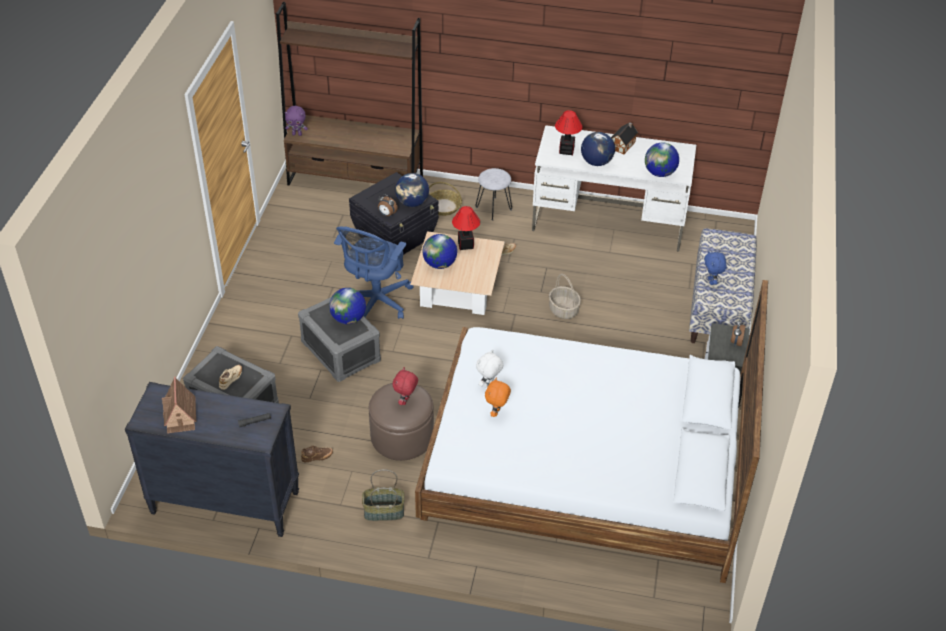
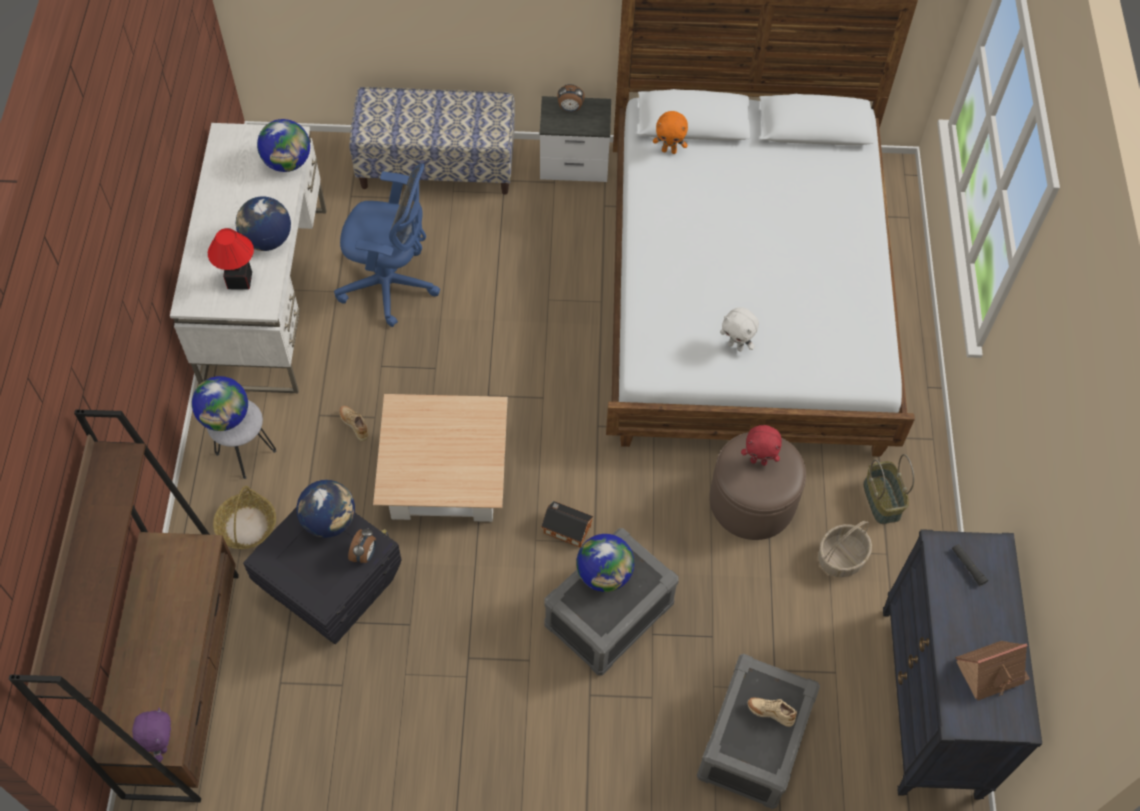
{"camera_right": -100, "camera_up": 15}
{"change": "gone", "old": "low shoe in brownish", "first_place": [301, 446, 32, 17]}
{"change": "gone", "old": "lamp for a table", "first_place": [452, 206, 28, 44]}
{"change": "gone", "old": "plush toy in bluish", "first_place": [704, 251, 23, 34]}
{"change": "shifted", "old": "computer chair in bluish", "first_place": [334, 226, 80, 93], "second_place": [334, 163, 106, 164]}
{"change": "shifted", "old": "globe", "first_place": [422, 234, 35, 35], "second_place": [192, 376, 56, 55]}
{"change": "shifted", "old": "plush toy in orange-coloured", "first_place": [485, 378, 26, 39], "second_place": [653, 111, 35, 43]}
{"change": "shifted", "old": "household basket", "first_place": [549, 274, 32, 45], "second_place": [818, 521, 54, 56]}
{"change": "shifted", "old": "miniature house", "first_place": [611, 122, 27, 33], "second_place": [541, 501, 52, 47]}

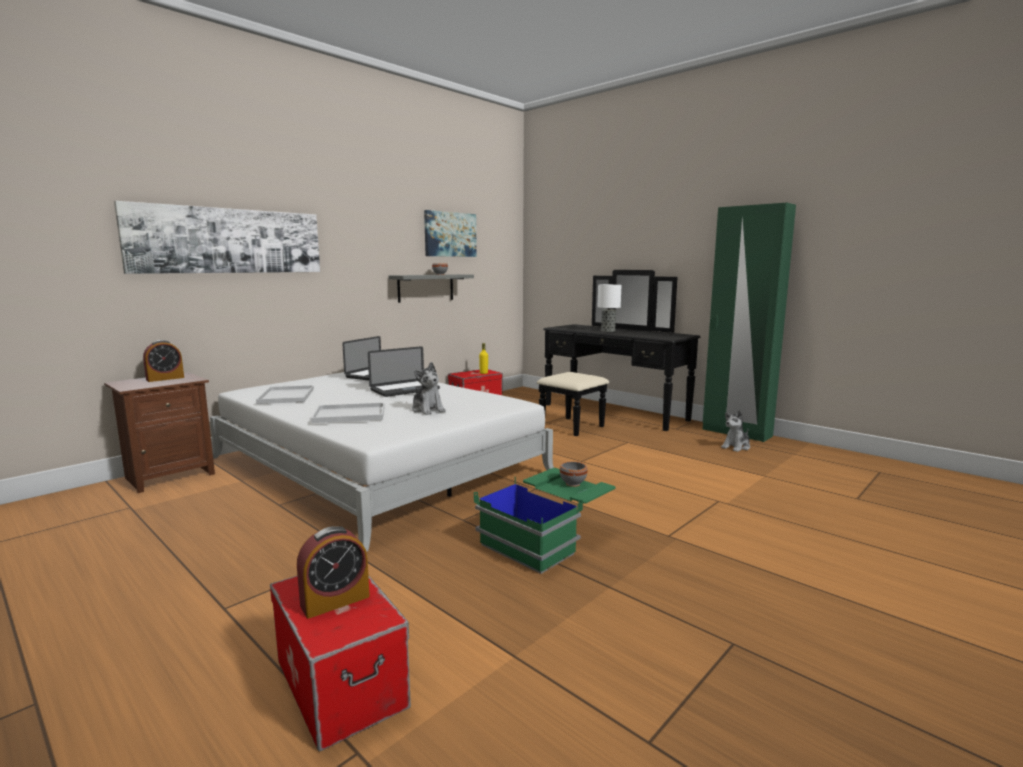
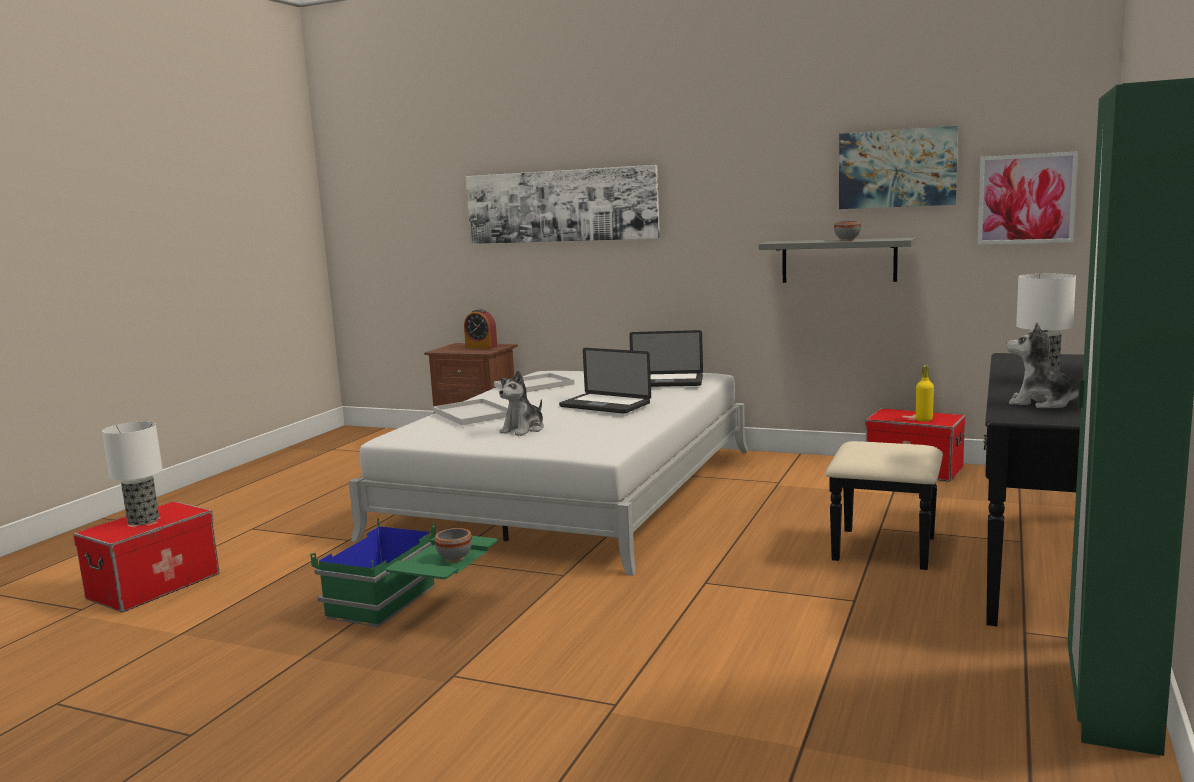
{"camera_right": 70, "camera_up": 0}
{"change": "new", "new": "wall art", "second_place": [978, 151, 100, 94]}
{"change": "shifted", "old": "plush toy", "first_place": [721, 410, 29, 42], "second_place": [1006, 322, 73, 86]}
{"change": "swapped", "old": "bedside clock", "new": "lamp for a table", "first_place": [297, 526, 73, 93], "second_place": [102, 421, 60, 105]}

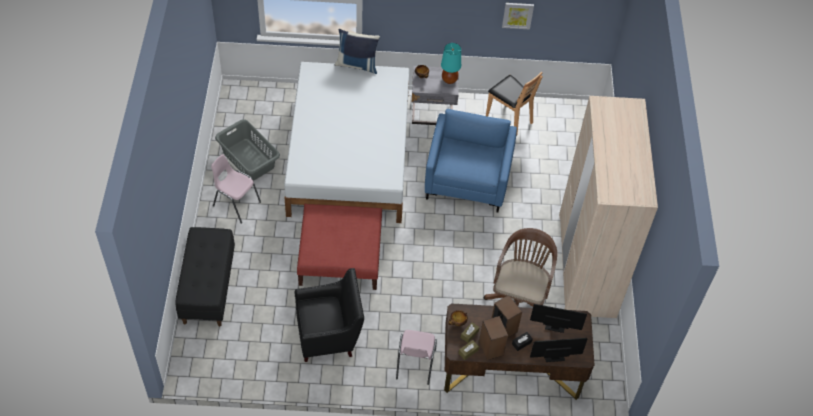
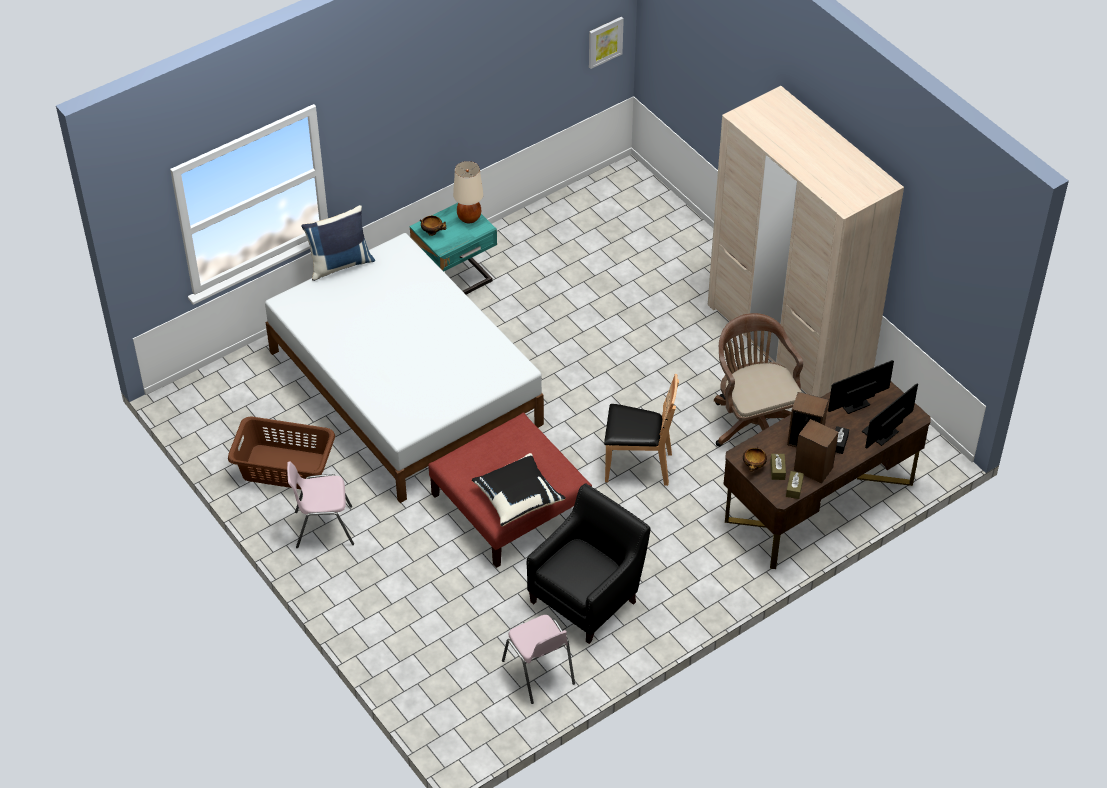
{"camera_right": -35, "camera_up": -5}
{"change": "gone", "old": "indoor bench in blackish", "first_place": [175, 227, 60, 99]}
{"change": "gone", "old": "lounge chair in bluish", "first_place": [425, 109, 92, 103]}
{"change": "new", "new": "pillow in blackish", "second_place": [472, 453, 94, 73]}
{"change": "shifted", "old": "chair in pink", "first_place": [396, 330, 41, 55], "second_place": [502, 615, 73, 89]}
{"change": "shifted", "old": "chair in brownish", "first_place": [486, 72, 57, 64], "second_place": [604, 374, 75, 112]}
{"change": "shifted", "old": "wall art", "first_place": [502, 3, 32, 26], "second_place": [589, 17, 35, 52]}
{"change": "repainted", "old": "washing basket in grey", "new": "washing basket in brownish", "first_place": [215, 119, 65, 62], "second_place": [228, 416, 107, 73]}
{"change": "repainted", "old": "bedside table in grey", "new": "bedside table in blue-green", "first_place": [412, 66, 47, 59], "second_place": [410, 203, 87, 91]}
{"change": "repainted", "old": "lamp for a table in blue-green", "new": "lamp for a table in sand-coloured", "first_place": [441, 43, 20, 41], "second_place": [453, 161, 30, 62]}

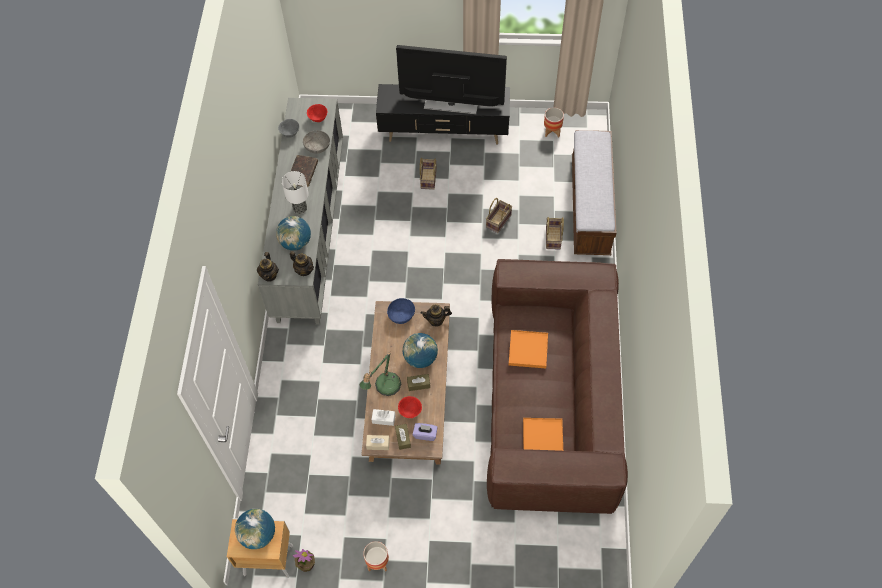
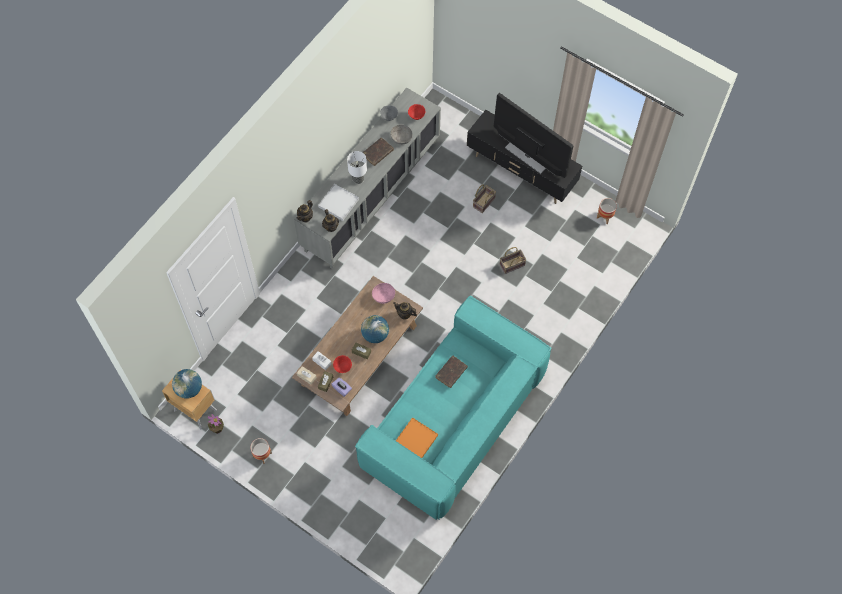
{"camera_right": 30, "camera_up": 5}
{"change": "gone", "old": "lamp for a table", "first_place": [360, 351, 41, 45]}
{"change": "gone", "old": "household basket", "first_place": [546, 217, 18, 32]}
{"change": "gone", "old": "indoor bench", "first_place": [572, 130, 44, 125]}
{"change": "swapped", "old": "globe", "new": "tray in white-coloured", "first_place": [276, 216, 35, 35], "second_place": [318, 184, 41, 37]}
{"change": "swapped", "old": "tray in orange-coloured", "new": "volume in brownish", "first_place": [509, 330, 39, 39], "second_place": [435, 356, 33, 32]}
{"change": "repainted", "old": "deep dish in bluish", "new": "deep dish in pink", "first_place": [387, 298, 28, 26], "second_place": [372, 283, 23, 21]}
{"change": "repainted", "old": "couch in brownish", "new": "couch in blue-green", "first_place": [487, 259, 141, 255], "second_place": [355, 296, 197, 224]}

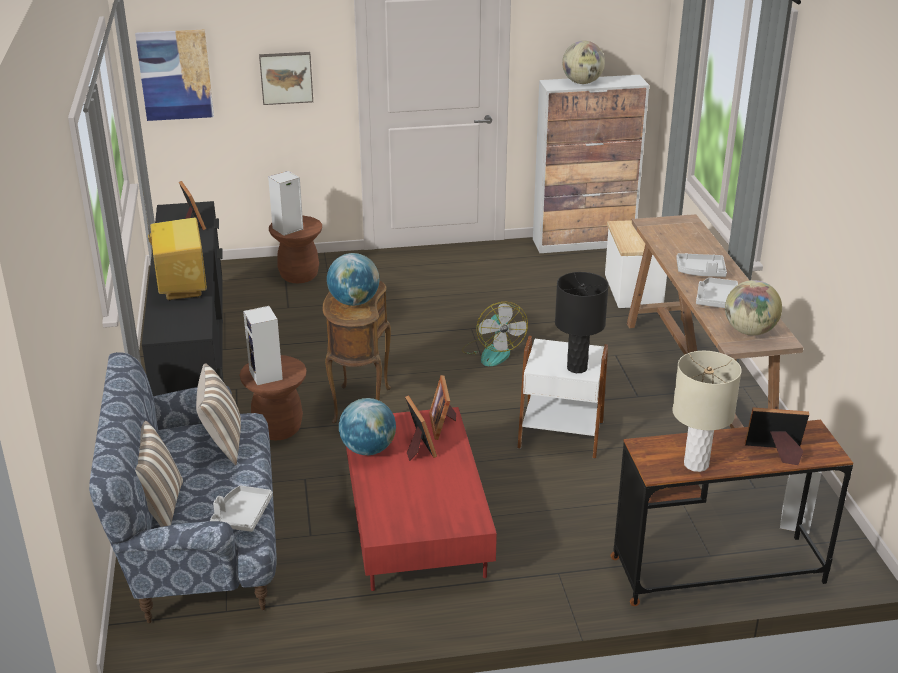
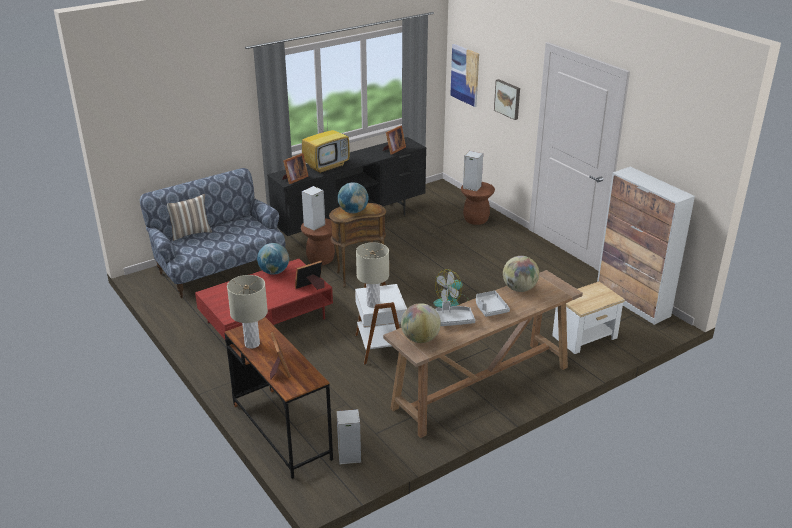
{"camera_right": 65, "camera_up": 0}
{"change": "gone", "old": "pillow", "first_place": [196, 363, 45, 102]}
{"change": "gone", "old": "tray in grey", "first_place": [210, 485, 63, 47]}
{"change": "shifted", "old": "picture frame", "first_place": [405, 395, 32, 66], "second_place": [282, 153, 27, 31]}
{"change": "shifted", "old": "globe", "first_place": [562, 41, 43, 43], "second_place": [503, 256, 36, 36]}
{"change": "repainted", "old": "lamp for a table in blackish", "new": "lamp for a table in sand-coloured", "first_place": [555, 272, 54, 101], "second_place": [356, 242, 33, 66]}

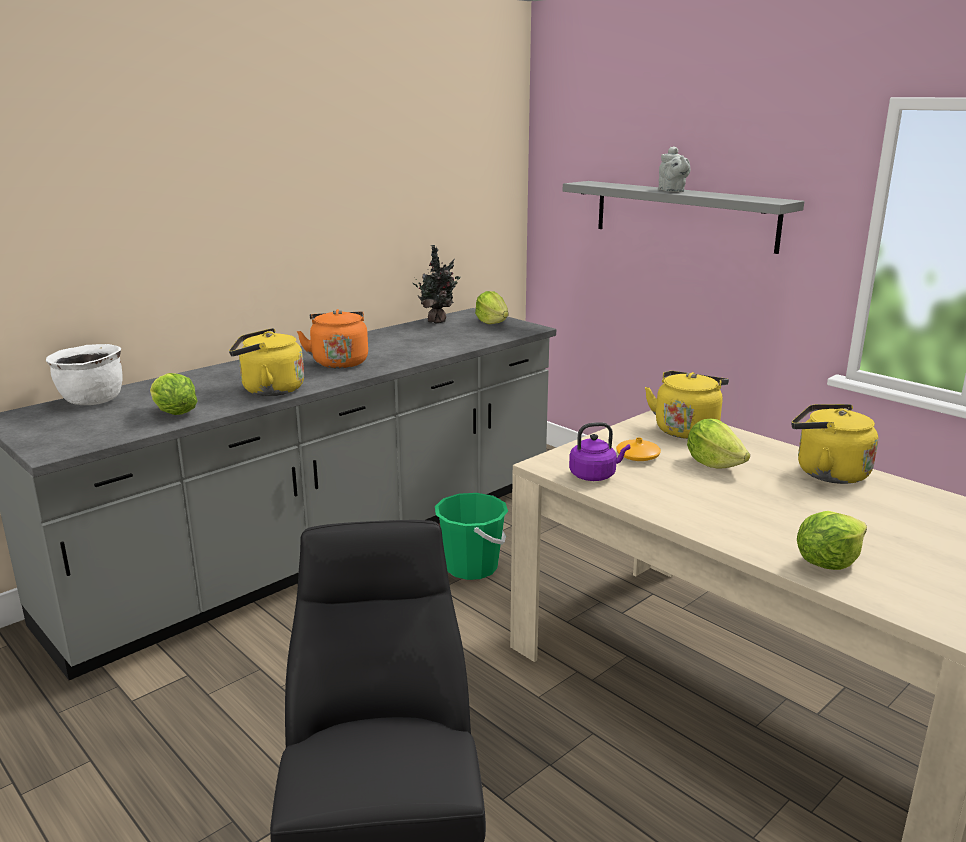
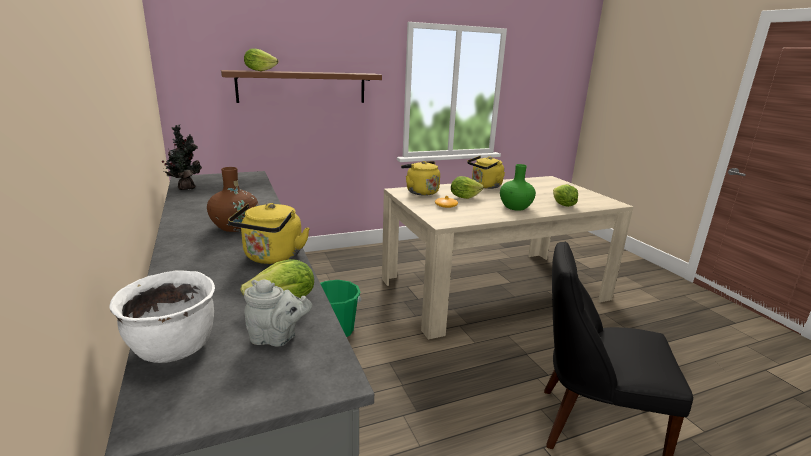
{"camera_right": -70, "camera_up": 0}
{"change": "gone", "old": "tea kettle in purplish", "first_place": [569, 422, 61, 59]}
{"change": "new", "new": "vase in green-coloured", "second_place": [500, 164, 36, 47]}
{"change": "shifted", "old": "lettuce", "first_place": [475, 291, 33, 33], "second_place": [244, 48, 34, 23]}
{"change": "shifted", "old": "tea pot in grey", "first_place": [658, 146, 33, 46], "second_place": [244, 280, 68, 67]}
{"change": "swapped", "old": "tea kettle in orange-coloured", "new": "vase in brownish", "first_place": [297, 309, 71, 59], "second_place": [207, 167, 52, 65]}
{"change": "repainted", "old": "bracket shelf in grey", "new": "bracket shelf in brownish", "first_place": [563, 181, 241, 73], "second_place": [221, 70, 161, 33]}

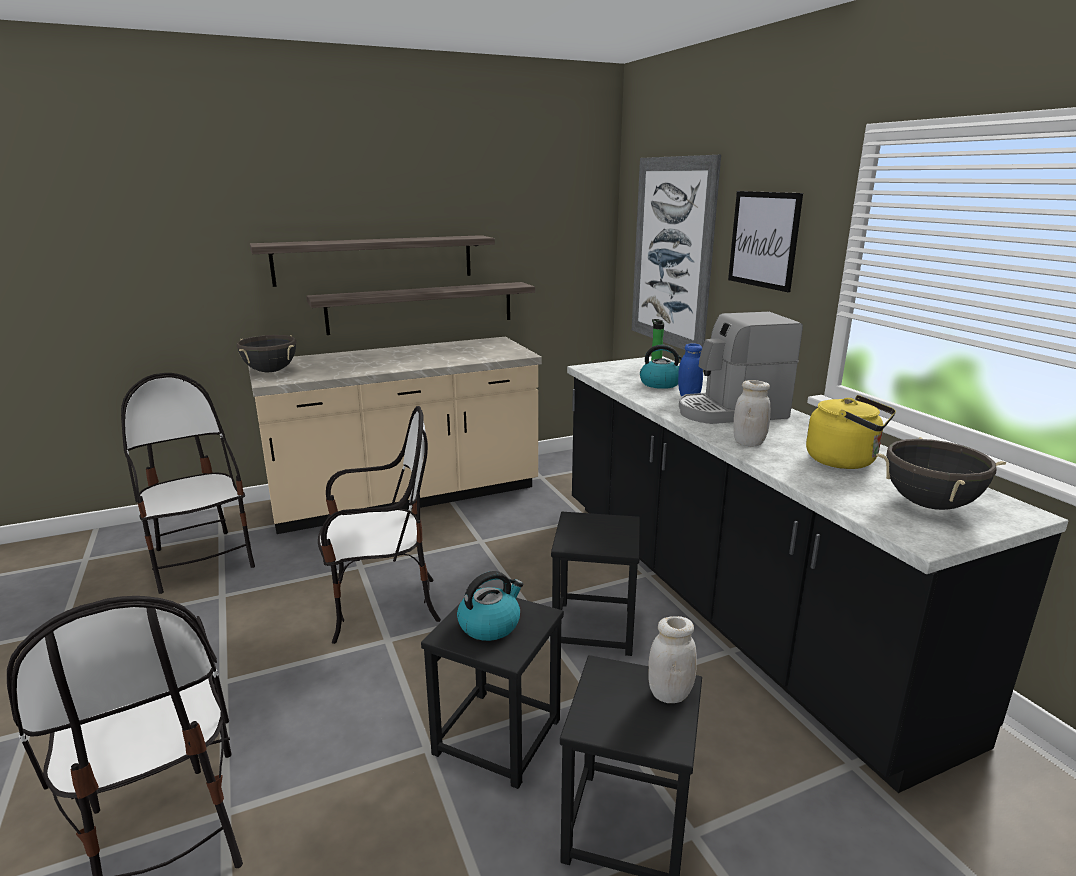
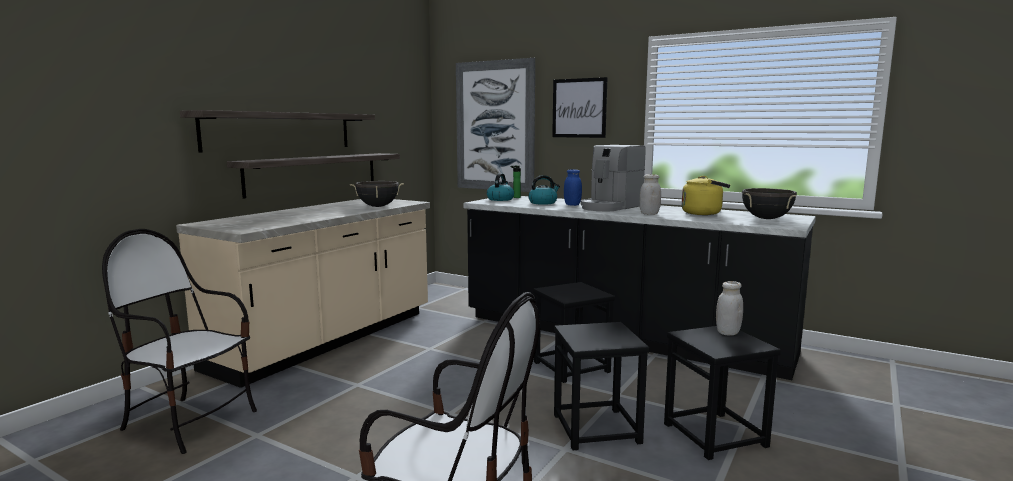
{"camera_right": -35, "camera_up": -10}
{"change": "gone", "old": "chair", "first_place": [318, 406, 123, 238]}
{"change": "shifted", "old": "saucepot in blackish", "first_place": [236, 335, 60, 37], "second_place": [350, 181, 54, 26]}
{"change": "shifted", "old": "tea kettle", "first_place": [457, 571, 66, 70], "second_place": [487, 173, 27, 28]}

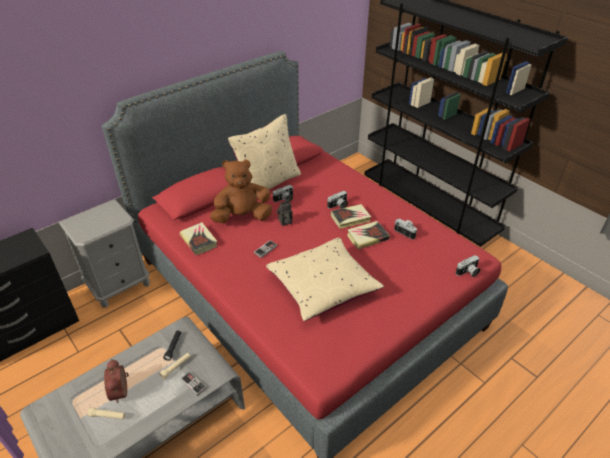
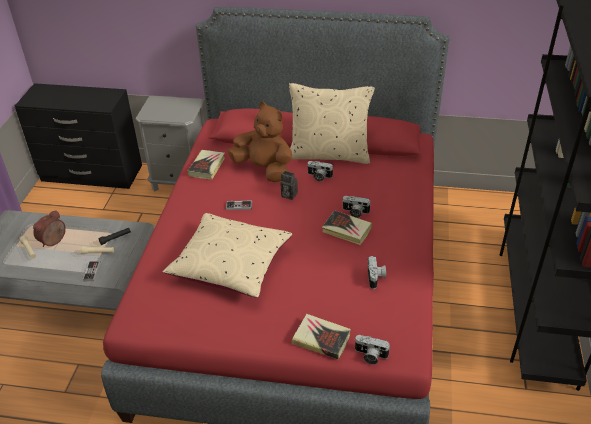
{"camera_right": 50, "camera_up": 0}
{"change": "shifted", "old": "volume", "first_place": [347, 221, 43, 29], "second_place": [292, 314, 59, 46]}

